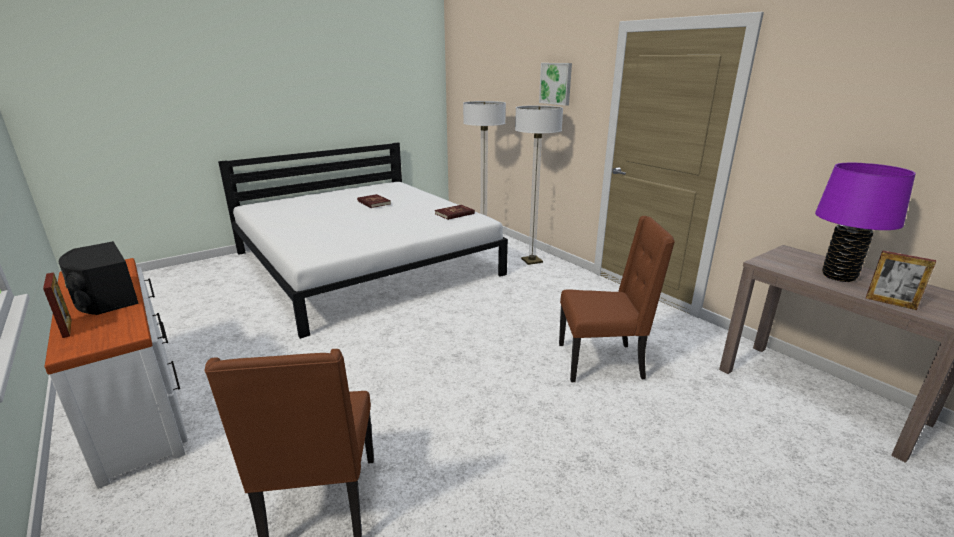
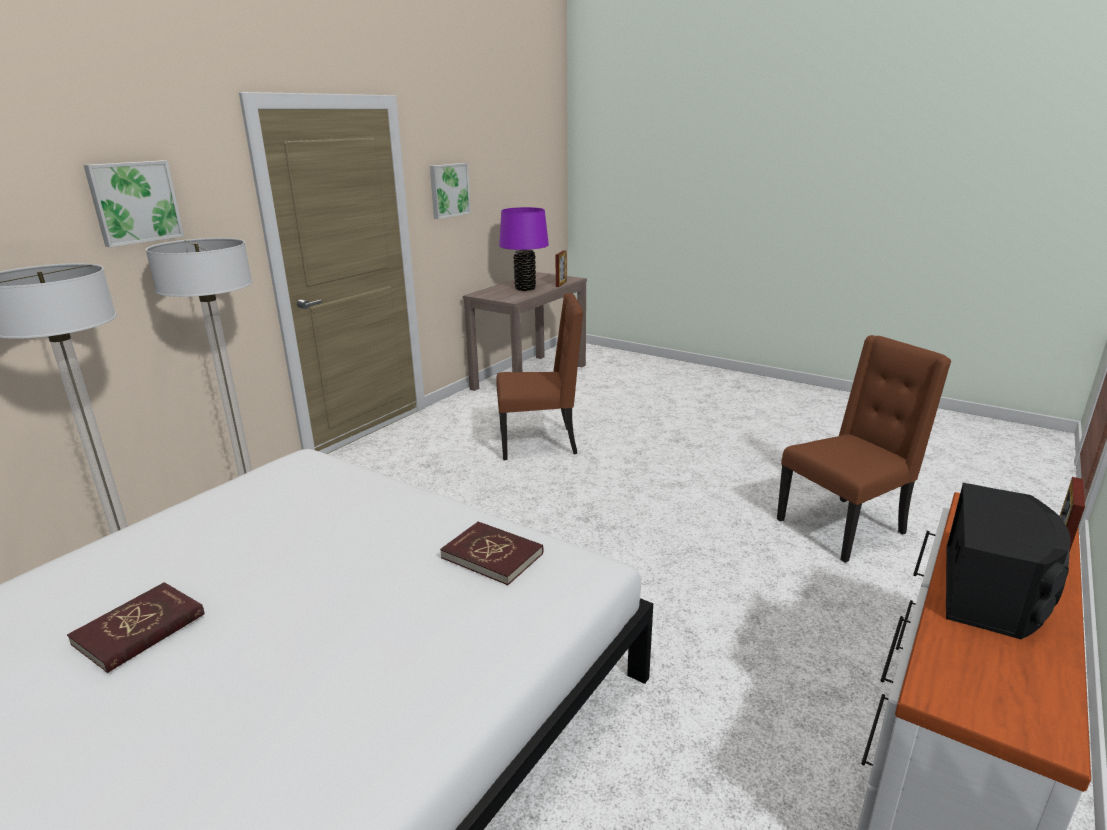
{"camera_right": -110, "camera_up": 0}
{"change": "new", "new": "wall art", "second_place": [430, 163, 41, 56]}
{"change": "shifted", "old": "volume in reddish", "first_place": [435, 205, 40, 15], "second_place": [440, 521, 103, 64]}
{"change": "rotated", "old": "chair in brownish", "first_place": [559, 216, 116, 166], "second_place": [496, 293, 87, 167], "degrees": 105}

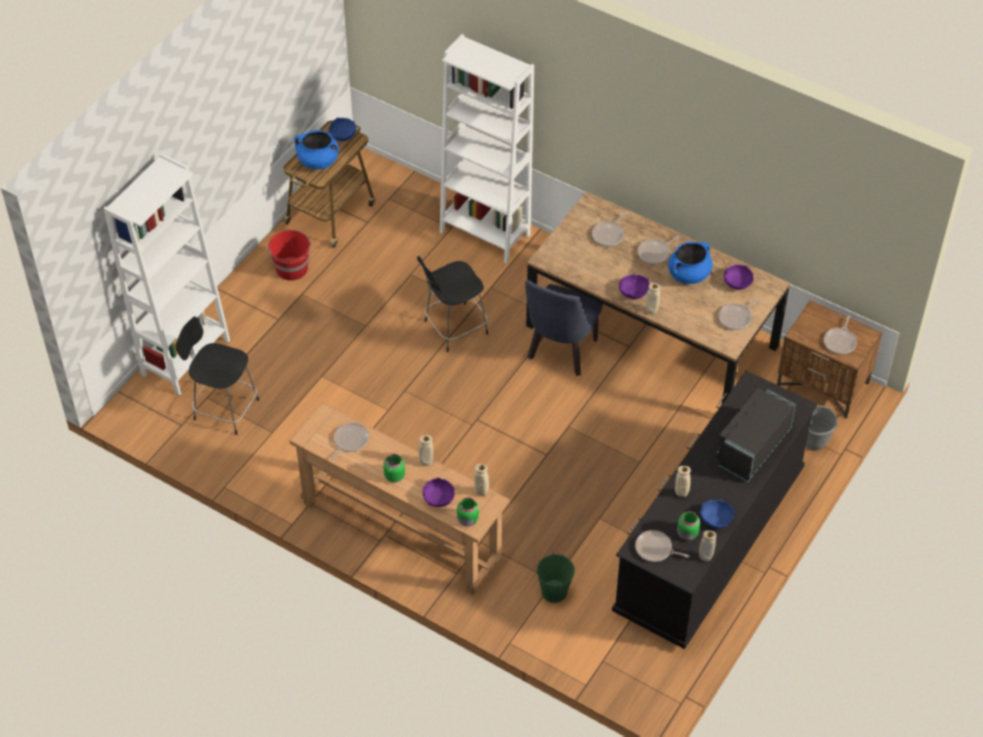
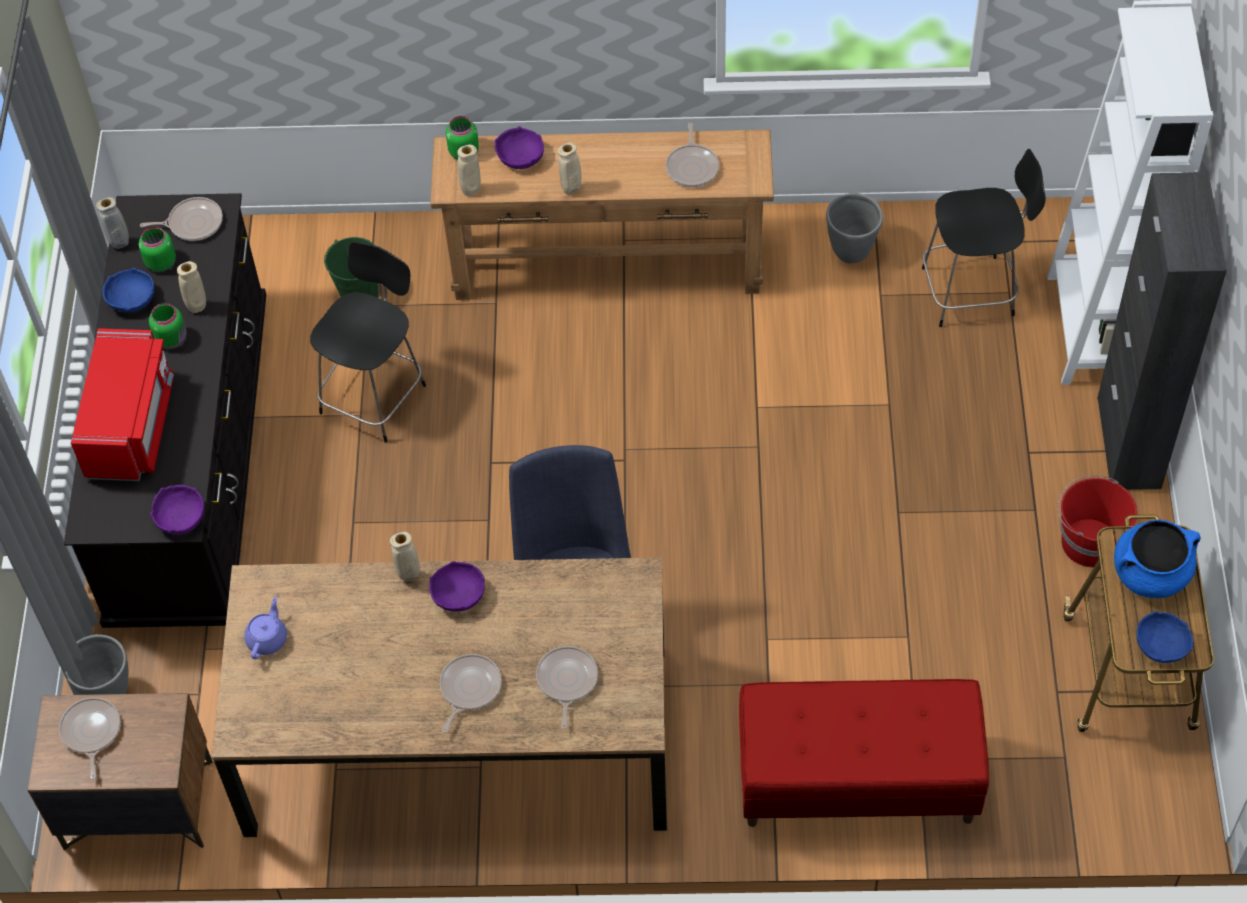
{"camera_right": 150, "camera_up": 5}
{"change": "gone", "old": "saucepot in bluish", "first_place": [668, 241, 45, 43]}
{"change": "new", "new": "flower pot in grey", "second_place": [826, 193, 57, 70]}
{"change": "new", "new": "storage cabinet in blackish", "second_place": [1097, 172, 130, 318]}
{"change": "shifted", "old": "jar in green-coloured", "first_place": [383, 454, 22, 28], "second_place": [149, 303, 38, 46]}
{"change": "shifted", "old": "chair in blackish", "first_place": [417, 256, 71, 96], "second_place": [310, 242, 116, 201]}
{"change": "shifted", "old": "deep dish in purplish", "first_place": [724, 265, 30, 25], "second_place": [150, 485, 54, 50]}
{"change": "swapped", "old": "bookshelf in white-coloured", "new": "indoor bench in reddish", "first_place": [440, 34, 94, 229], "second_place": [739, 679, 250, 148]}
{"change": "swapped", "old": "pan", "new": "tea pot in purplish", "first_place": [718, 298, 41, 32], "second_place": [244, 597, 43, 62]}
{"change": "repainted", "old": "kitchen microwave in blackish", "new": "kitchen microwave in reddish", "first_place": [716, 388, 81, 94], "second_place": [71, 328, 103, 153]}

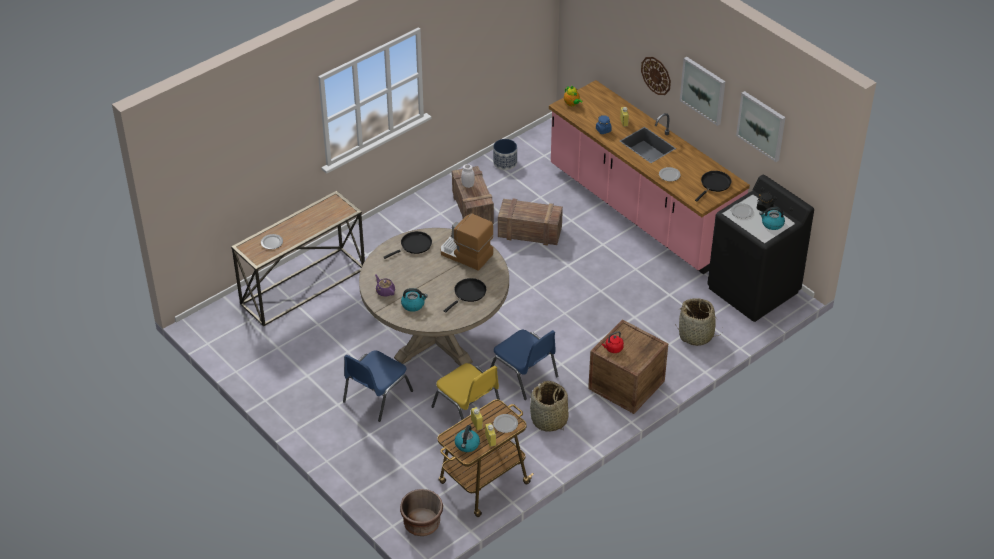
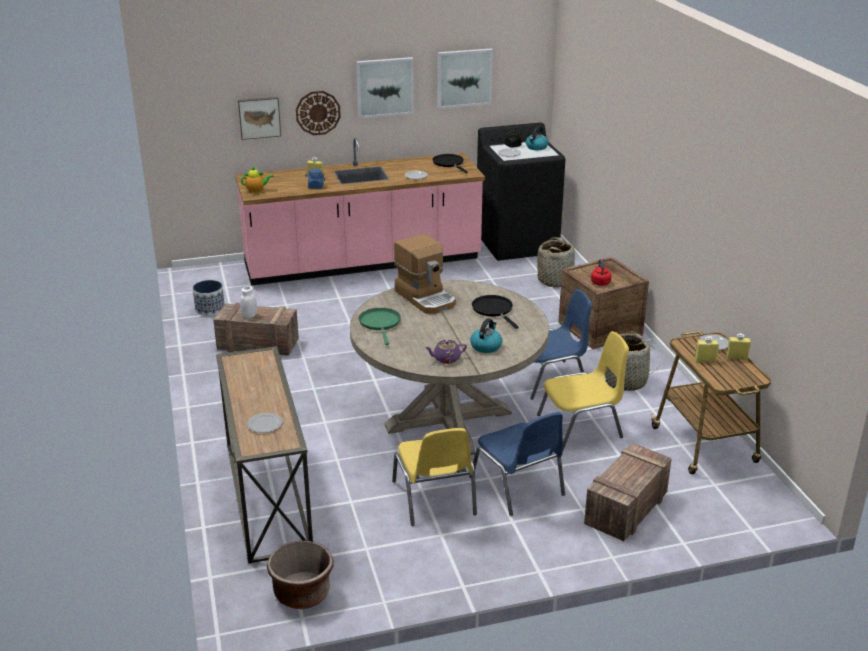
{"camera_right": -65, "camera_up": -15}
{"change": "gone", "old": "tea kettle", "first_place": [455, 425, 25, 27]}
{"change": "new", "new": "wall art", "second_place": [238, 97, 43, 43]}
{"change": "new", "new": "chair in yellow", "second_place": [392, 428, 85, 98]}
{"change": "shifted", "old": "flower pot in brownish", "first_place": [400, 489, 43, 47], "second_place": [267, 541, 67, 68]}
{"change": "shifted", "old": "shipping crate", "first_place": [498, 199, 65, 46], "second_place": [584, 443, 88, 98]}
{"change": "repainted", "old": "pan in blackish", "new": "pan in green-coloured", "first_place": [383, 231, 49, 28], "second_place": [359, 308, 42, 37]}
{"change": "rotated", "old": "coffee maker", "first_place": [440, 214, 54, 57], "second_place": [394, 234, 62, 80], "degrees": -90}

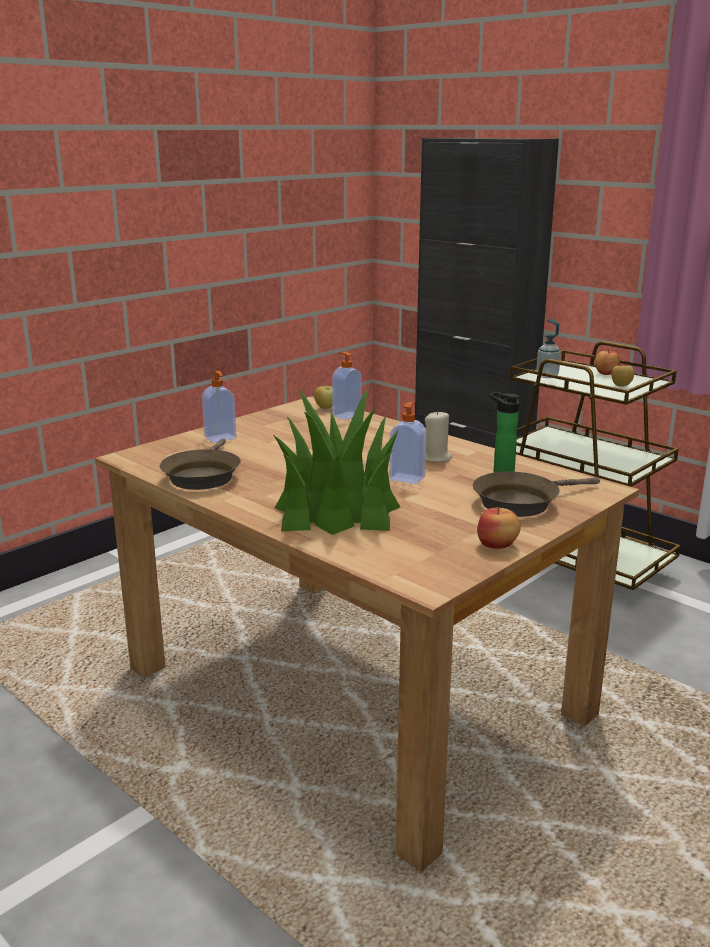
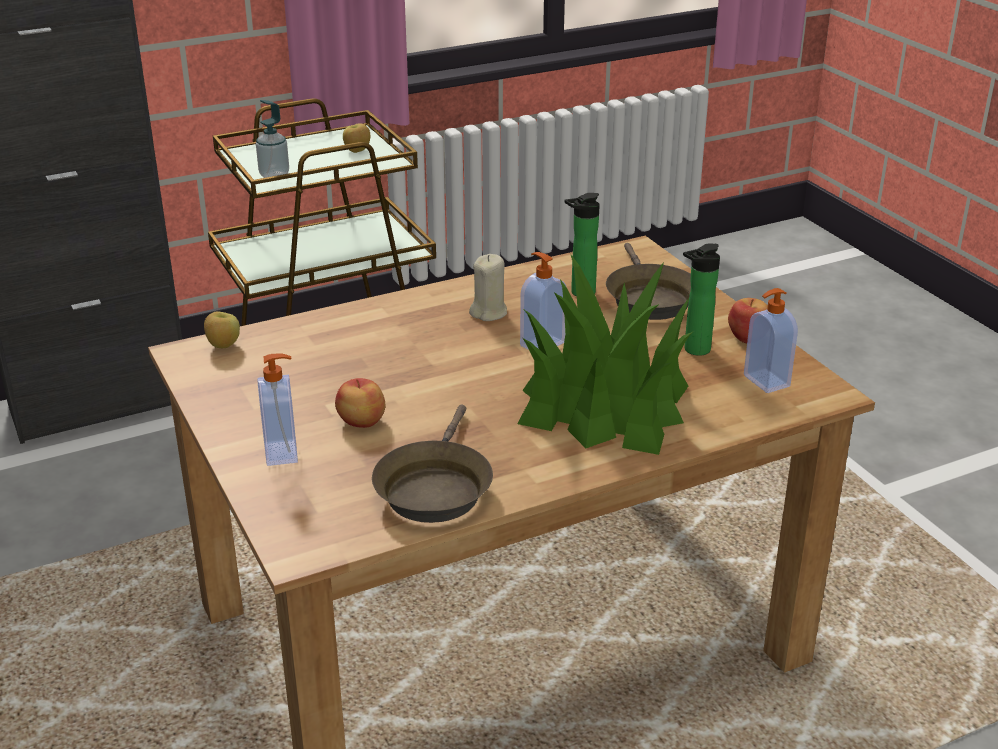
{"camera_right": -70, "camera_up": 10}
{"change": "new", "new": "bottle", "second_place": [683, 243, 37, 113]}
{"change": "shifted", "old": "soap dispenser", "first_place": [332, 352, 30, 68], "second_place": [744, 288, 54, 105]}
{"change": "shifted", "old": "apple", "first_place": [595, 348, 25, 27], "second_place": [335, 378, 50, 50]}
{"change": "rotated", "old": "pan in brownish", "first_place": [160, 438, 81, 52], "second_place": [372, 405, 121, 118], "degrees": 75}

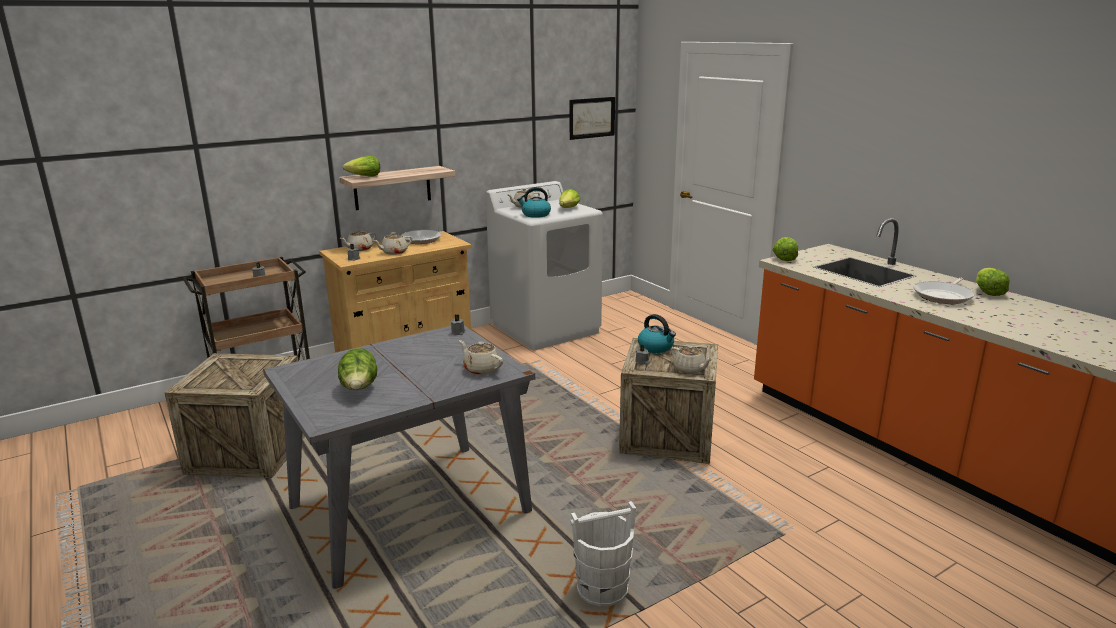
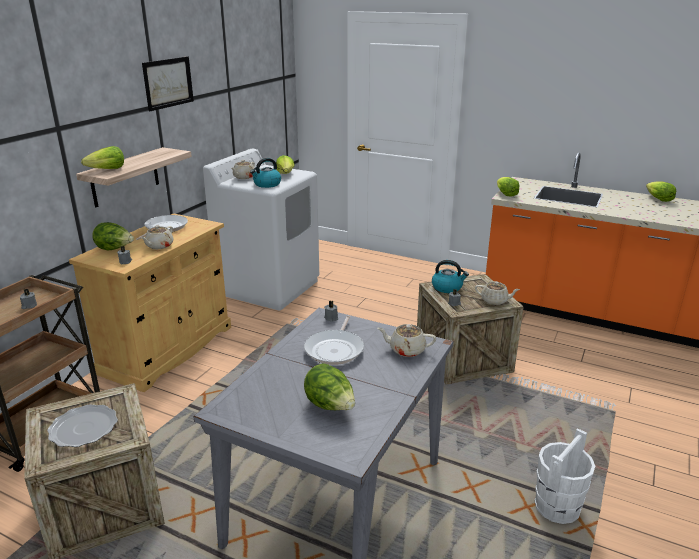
{"camera_right": -30, "camera_up": 5}
{"change": "new", "new": "dinner plate", "second_place": [47, 404, 71, 43]}
{"change": "shifted", "old": "wall art", "first_place": [570, 97, 45, 43], "second_place": [142, 56, 52, 55]}
{"change": "shifted", "old": "pan", "first_place": [913, 277, 62, 27], "second_place": [304, 316, 60, 49]}
{"change": "swapped", "old": "tea pot in sand-coloured", "new": "lettuce", "first_place": [340, 229, 36, 22], "second_place": [92, 222, 42, 28]}

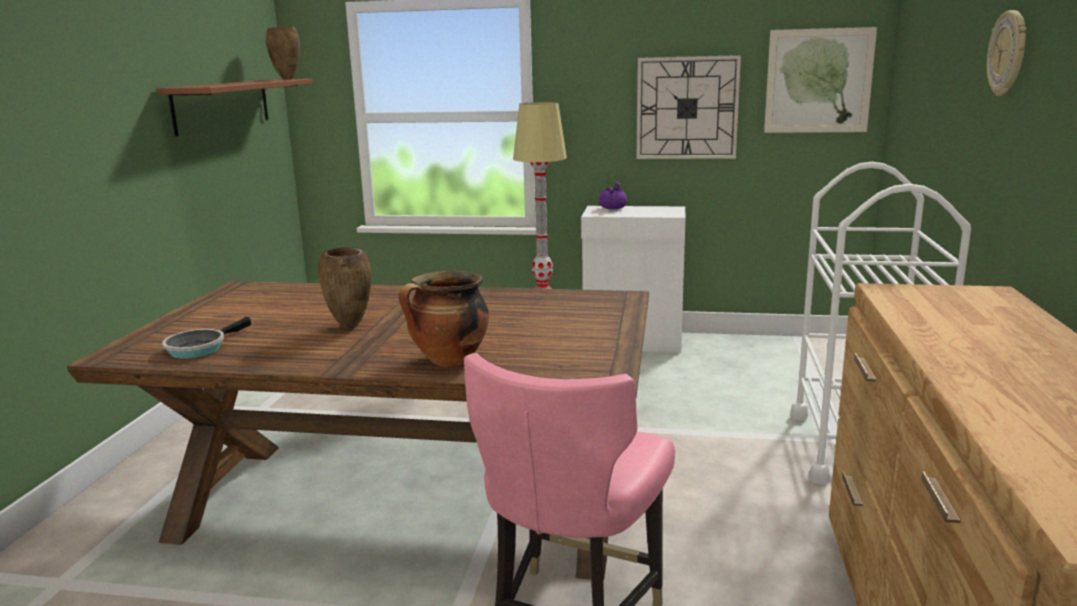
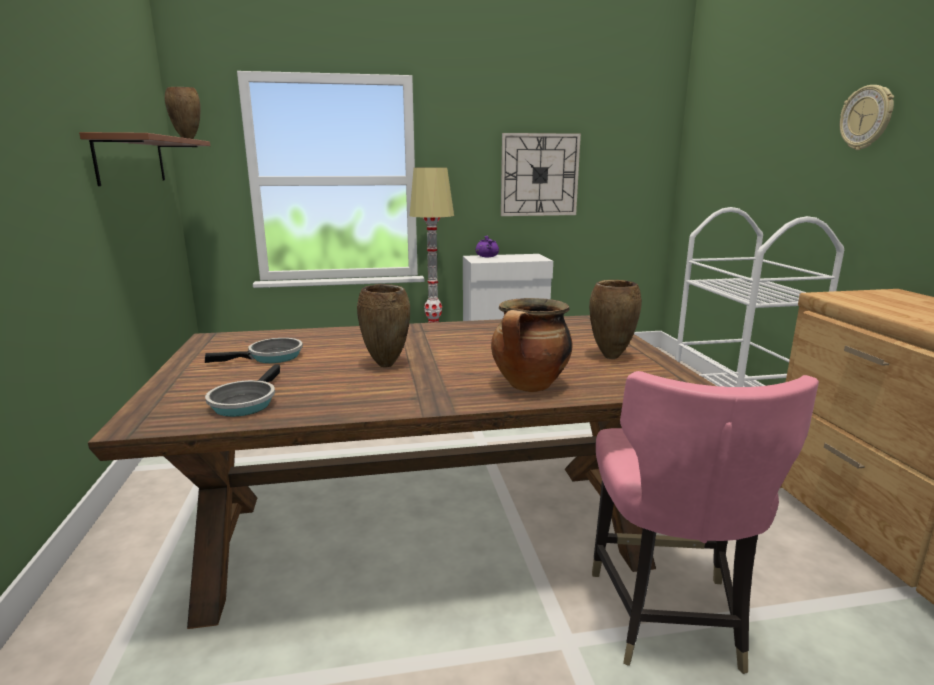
{"camera_right": -20, "camera_up": 0}
{"change": "gone", "old": "wall art", "first_place": [764, 27, 113, 106]}
{"change": "new", "new": "pan", "second_place": [205, 338, 98, 25]}
{"change": "new", "new": "vase in brownish", "second_place": [589, 280, 53, 79]}

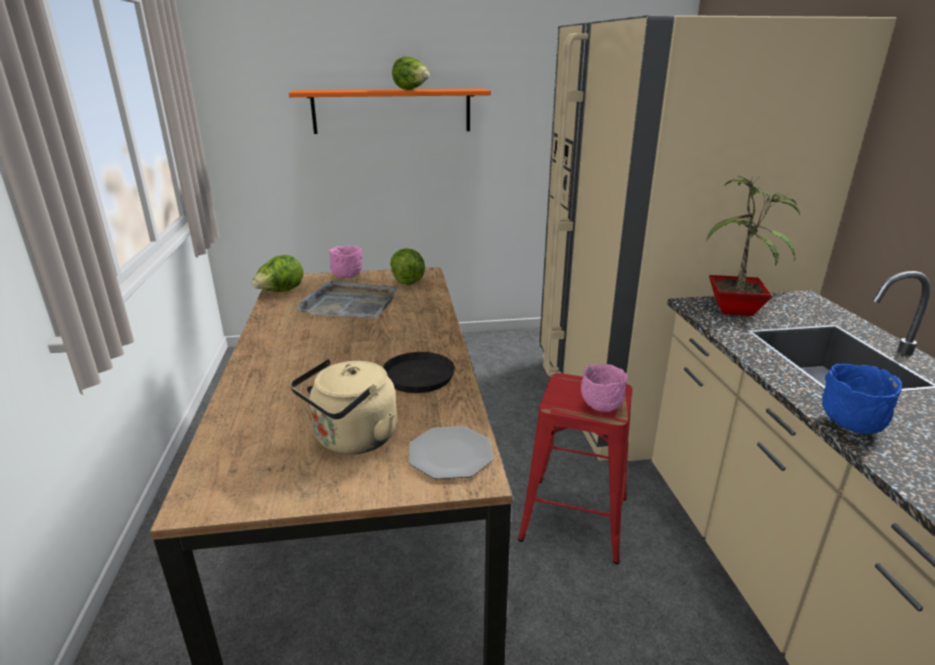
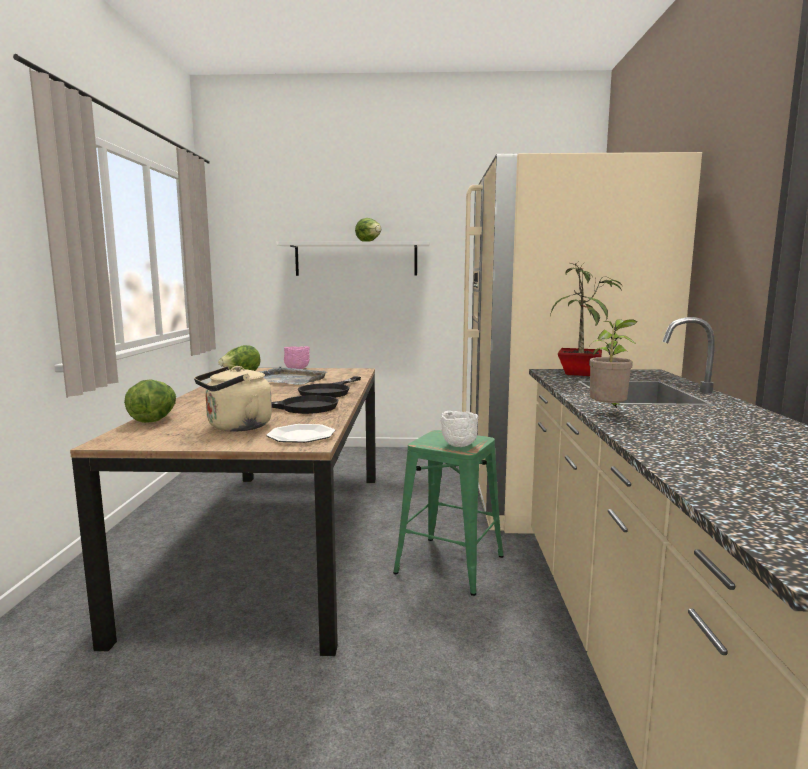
{"camera_right": 10, "camera_up": -15}
{"change": "new", "new": "pan in blackish", "second_place": [298, 376, 63, 22]}
{"change": "shifted", "old": "lettuce", "first_place": [390, 248, 35, 37], "second_place": [124, 379, 52, 44]}
{"change": "swapped", "old": "deep dish in bluish", "new": "potted plant", "first_place": [822, 364, 80, 70], "second_place": [589, 319, 49, 89]}
{"change": "repainted", "old": "bracket shelf in orange-coloured", "new": "bracket shelf in white-coloured", "first_place": [289, 89, 202, 45], "second_place": [276, 241, 154, 35]}
{"change": "repainted", "old": "stool seat in reddish", "new": "stool seat in green-coloured", "first_place": [518, 373, 115, 191], "second_place": [393, 430, 111, 166]}
{"change": "repainted", "old": "deep dish in pink", "new": "deep dish in white-coloured", "first_place": [581, 364, 46, 48], "second_place": [440, 411, 38, 36]}

